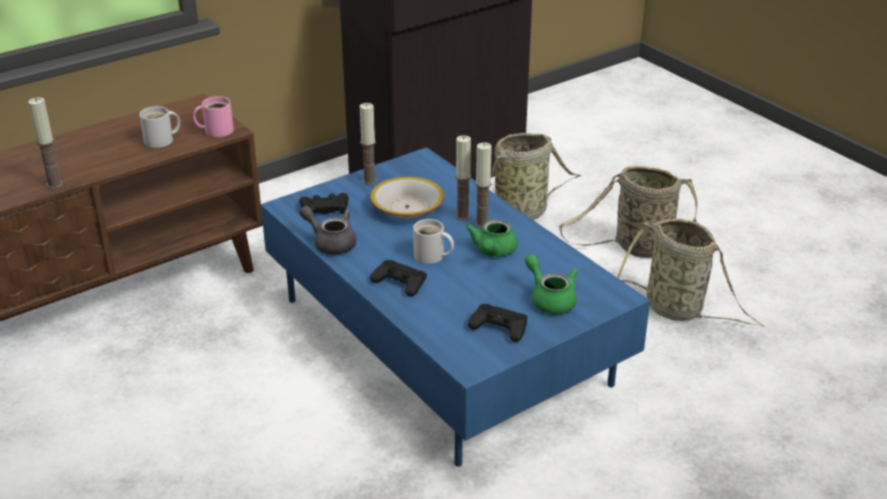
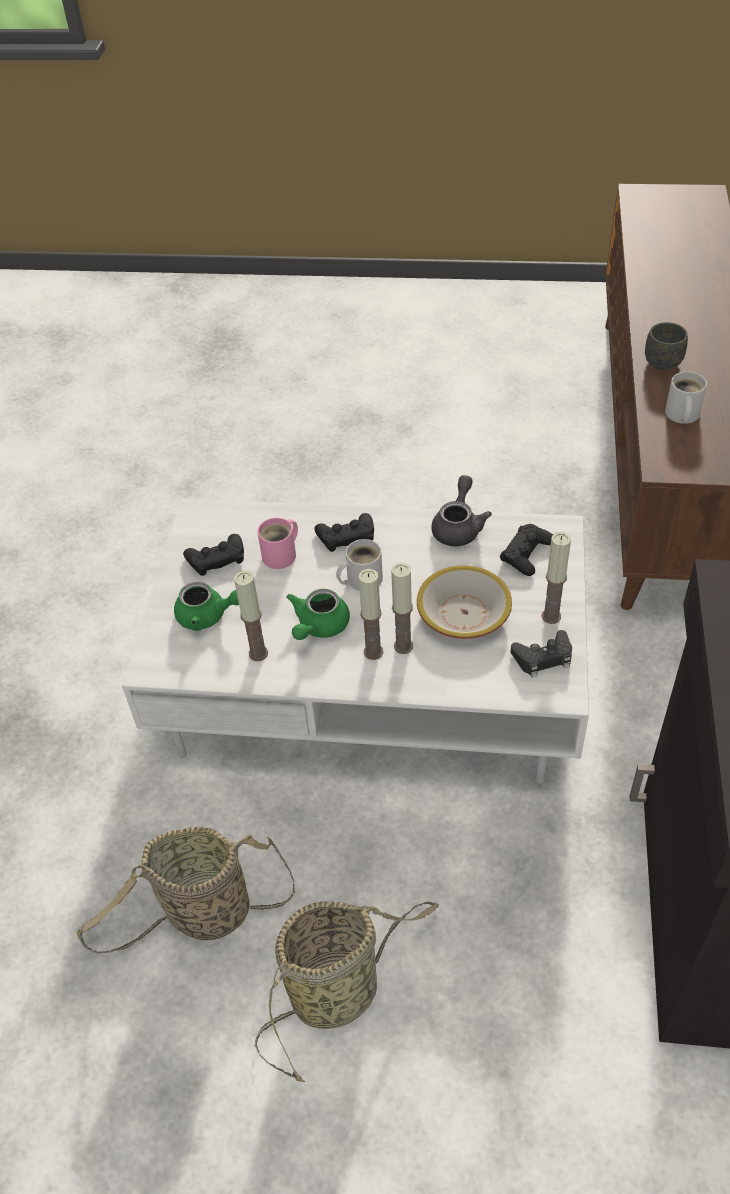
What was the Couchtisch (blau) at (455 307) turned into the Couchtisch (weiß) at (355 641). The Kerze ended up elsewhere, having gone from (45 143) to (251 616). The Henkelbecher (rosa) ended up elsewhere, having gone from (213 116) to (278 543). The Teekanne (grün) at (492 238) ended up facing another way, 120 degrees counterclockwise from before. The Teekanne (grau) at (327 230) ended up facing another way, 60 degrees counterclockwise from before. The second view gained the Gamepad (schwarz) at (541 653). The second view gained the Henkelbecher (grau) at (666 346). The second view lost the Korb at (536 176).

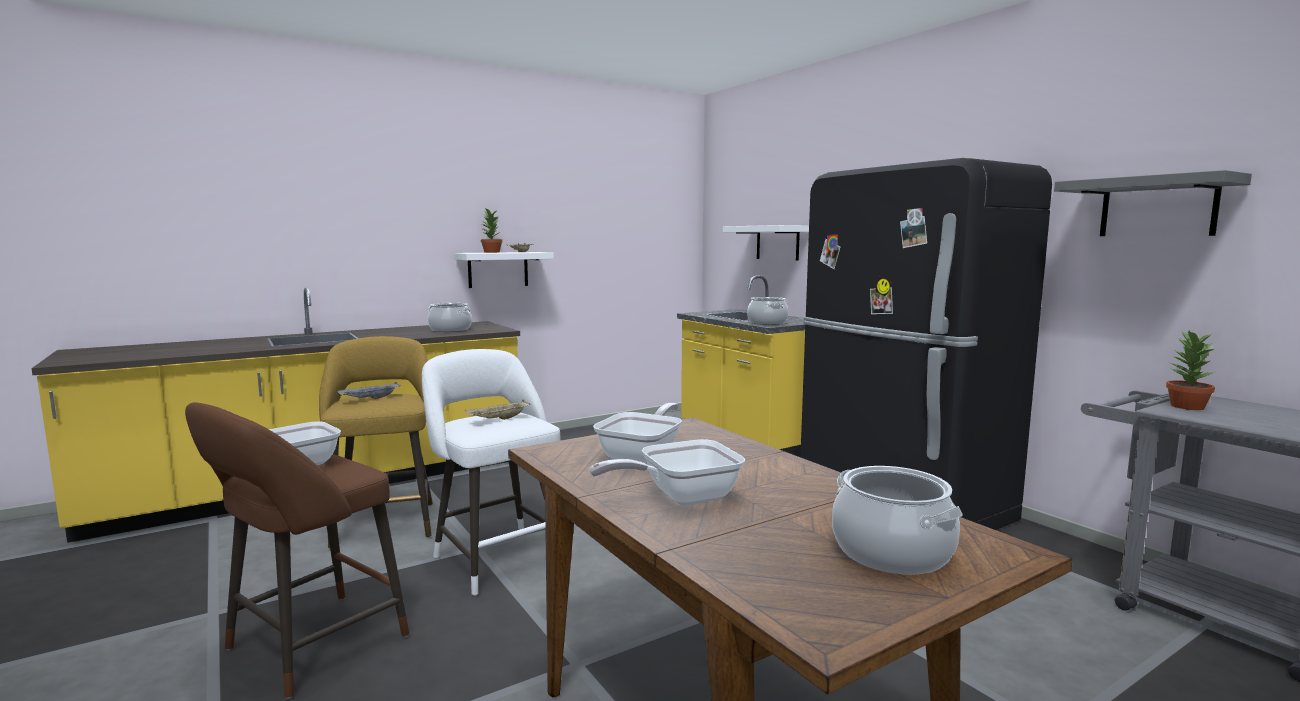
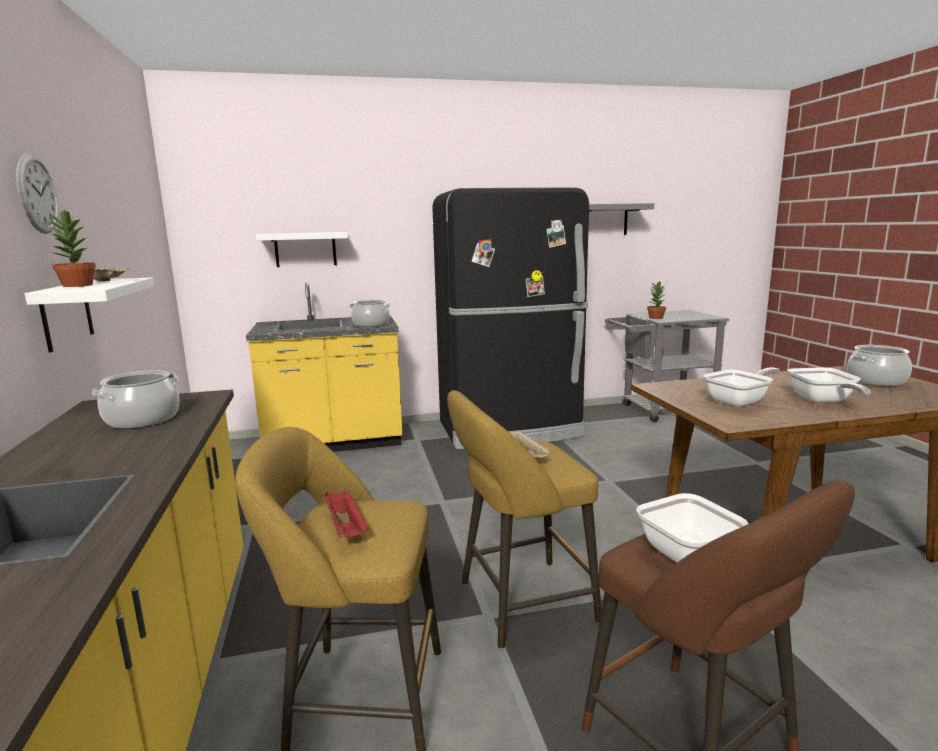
The second view gained the Wanduhr at (37 194). What was the Tablett (grau) at (369 390) turned into the Tablett (rot) at (346 514). What was the Hocker (weiß) at (491 472) turned into the Hocker (gelb) at (524 519). The Pfanne at (637 434) ended up facing another way, 105 degrees clockwise from before.

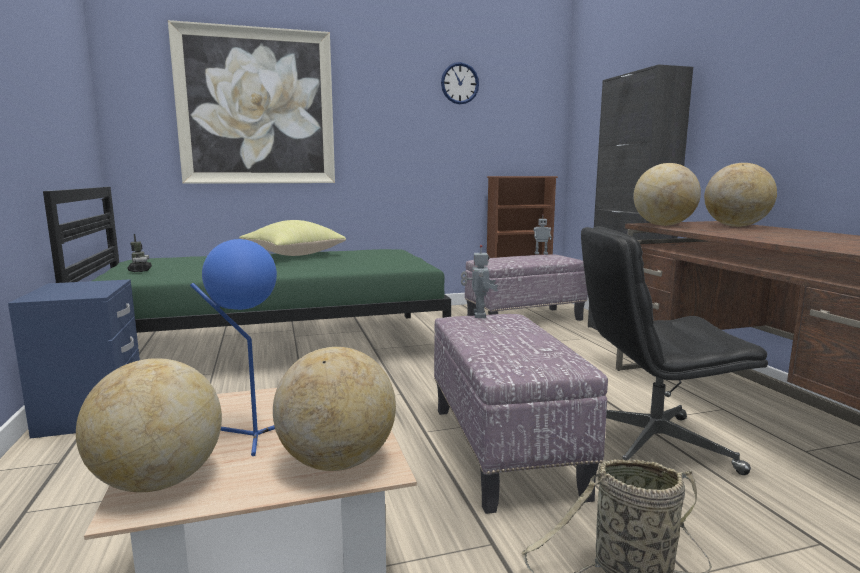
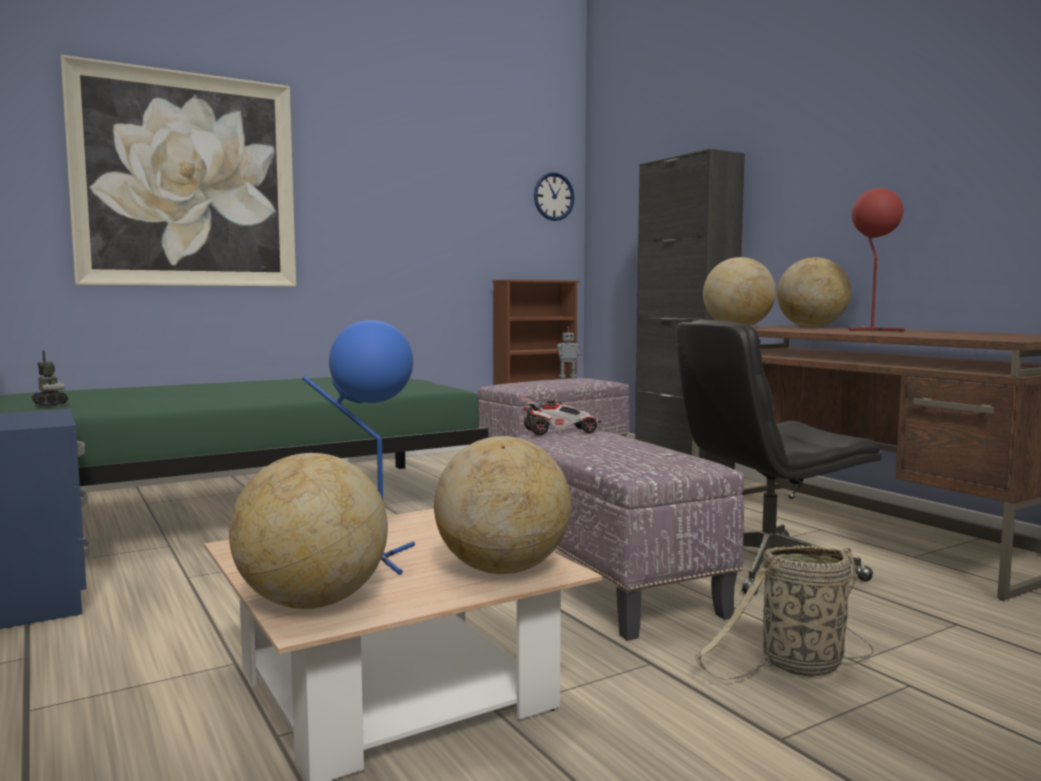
Where the Spielzeugroboter stood at (479 281), the Spielzeugauto came to stand at (560 416). The Wanduhr ended up elsewhere, having gone from (460 83) to (554 196). The second view gained the Tischlampe (rot) at (876 259). The second view lost the Kissen (gelb) at (292 238).

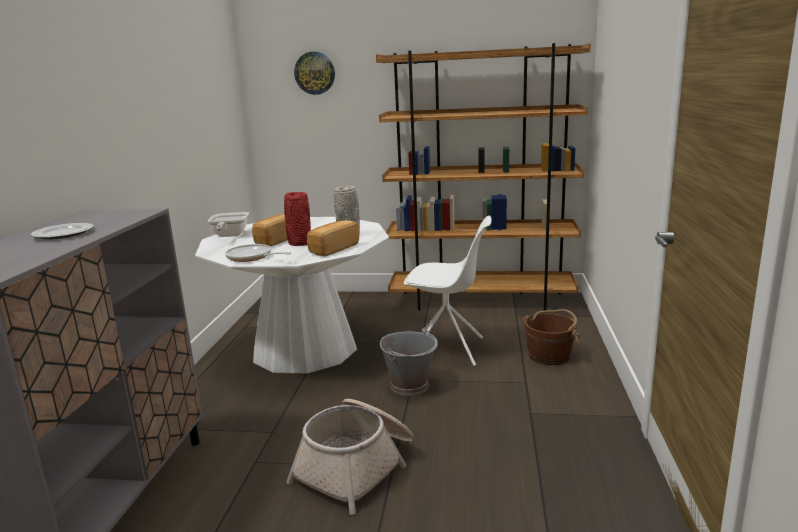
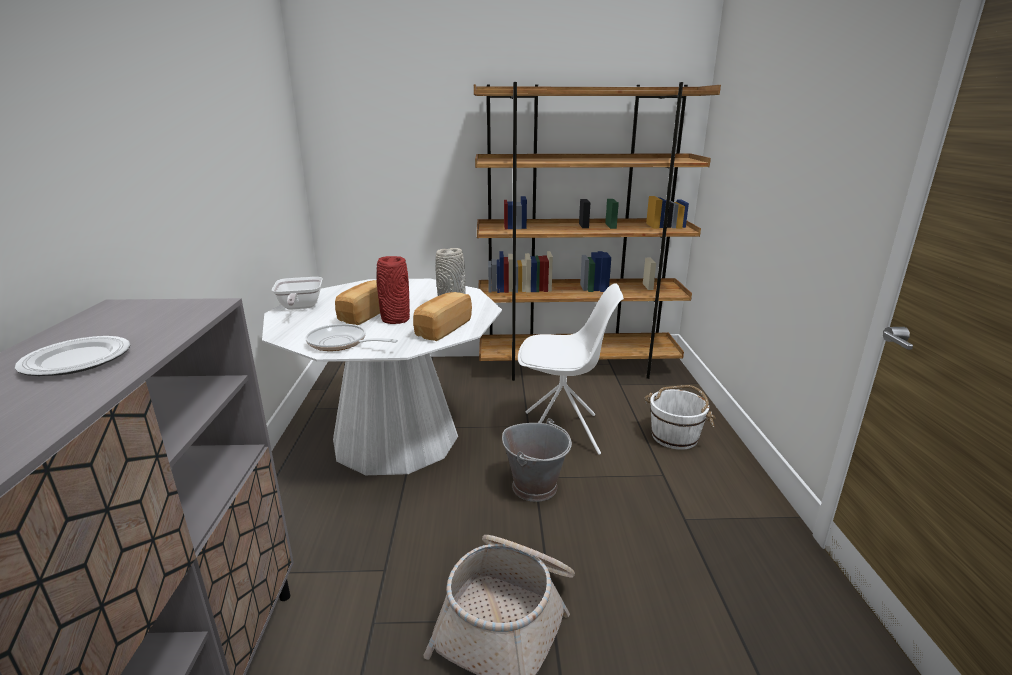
What was the Eimer (braun) at (551 337) turned into the Eimer (weiß) at (680 417). The second view lost the Wanduhr at (314 73).

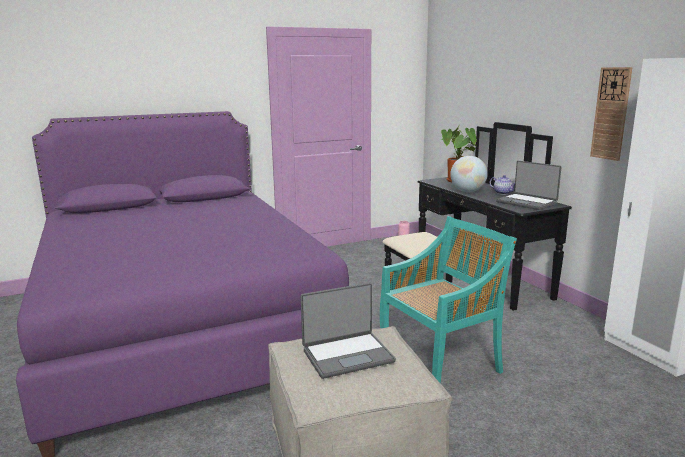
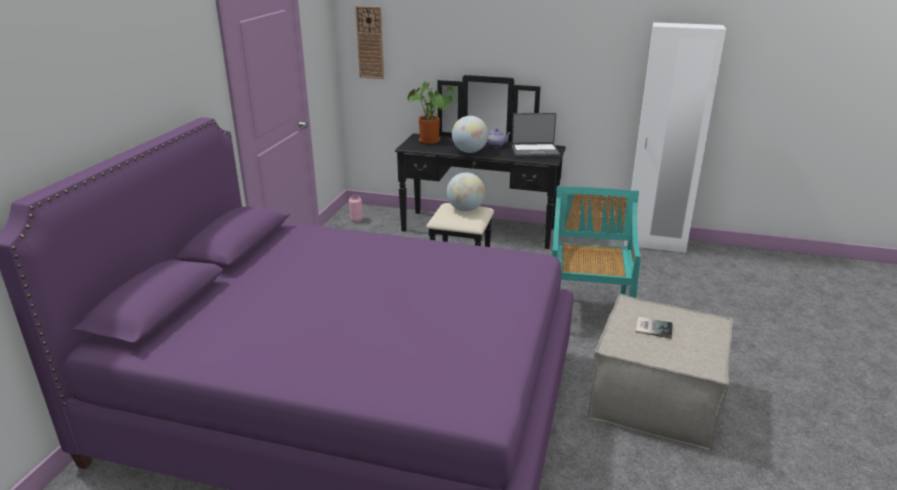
The Wanduhr ended up elsewhere, having gone from (611 114) to (369 42). The second view gained the Globus at (466 191). Where the Laptop stood at (348 331), the Buch came to stand at (654 327).

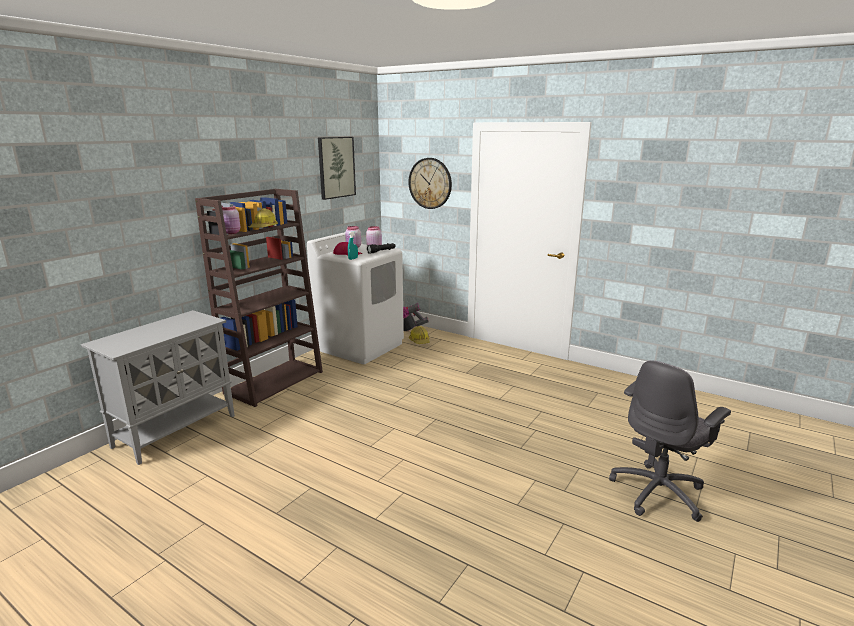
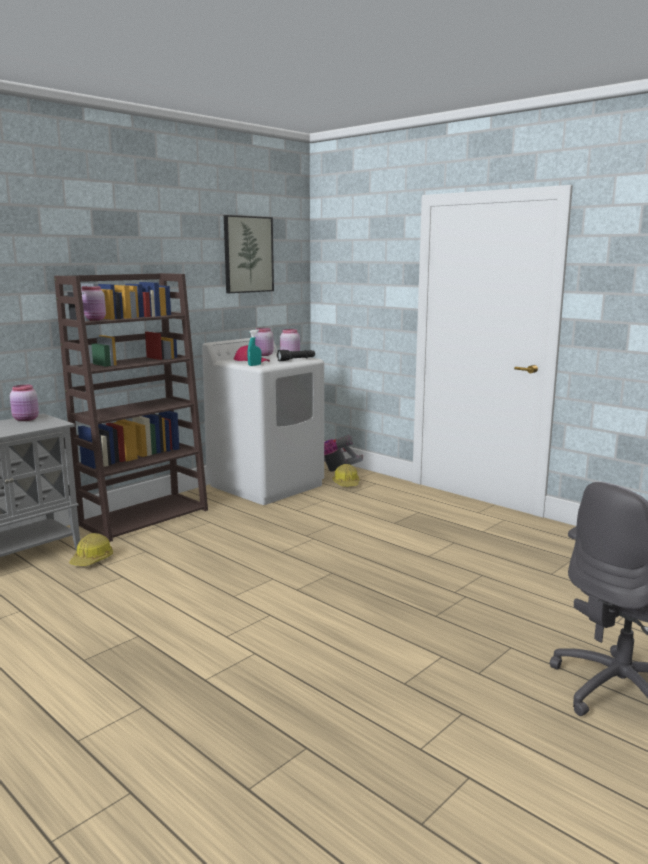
The second view gained the Vorratsglas (rosa) at (24 402). The Schutzhelm ended up elsewhere, having gone from (263 218) to (91 549). The second view lost the Wanduhr at (430 183).

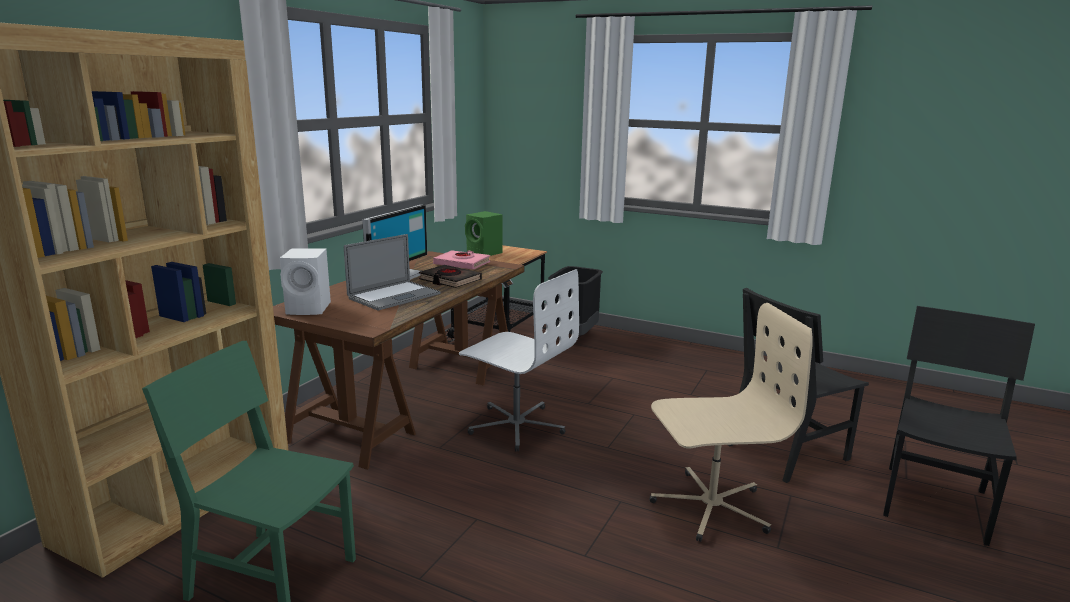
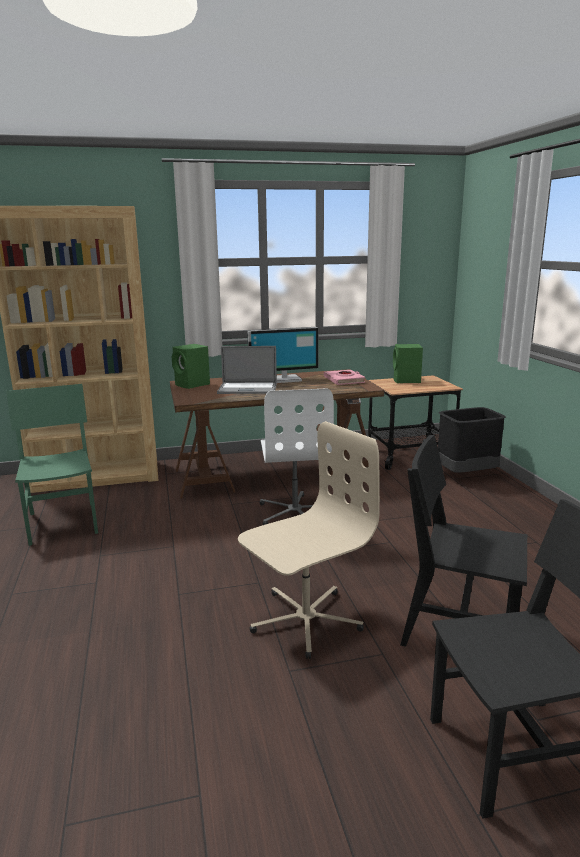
What was the Lautsprecher (weiß) at (305 281) turned into the Lautsprecher (grün) at (191 366). The Bürostuhl (beige) at (731 422) ended up facing another way, 75 degrees counterclockwise from before. The second view lost the Buch (schwarz) at (450 276).

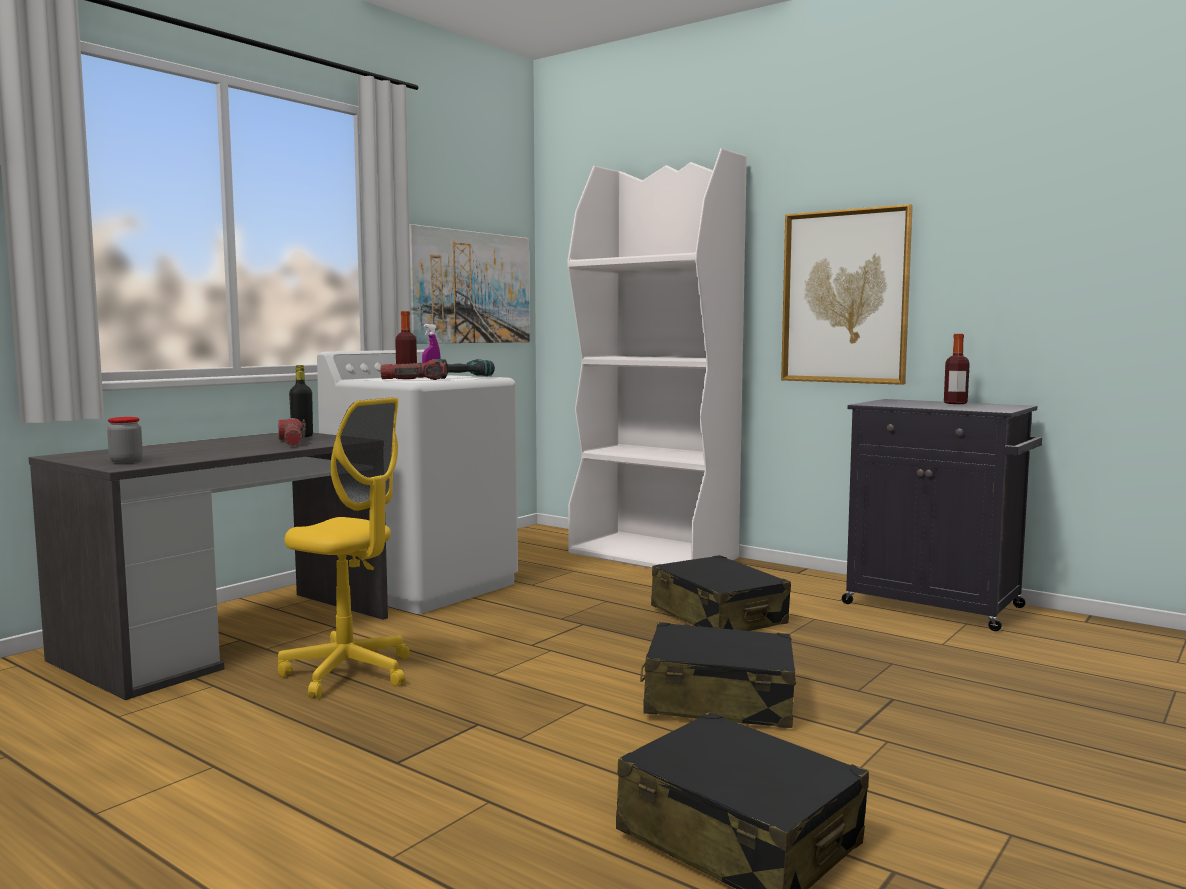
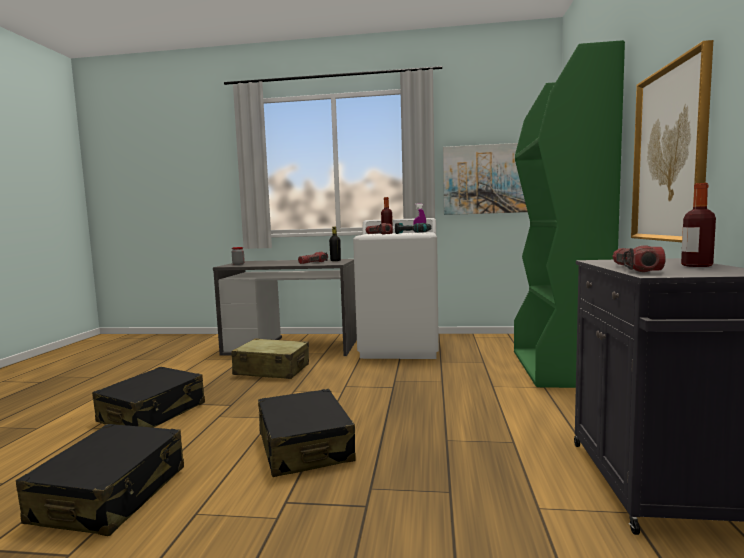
The Koffer (schwarz) ended up elsewhere, having gone from (721 593) to (148 397). Where the Bürostuhl (gelb) stood at (344 547), the Koffer (beige) came to stand at (270 358). What was the Bücherregal (weiß) at (657 358) turned into the Bücherregal (grün) at (569 214). The second view gained the Taschenlampe at (639 258).

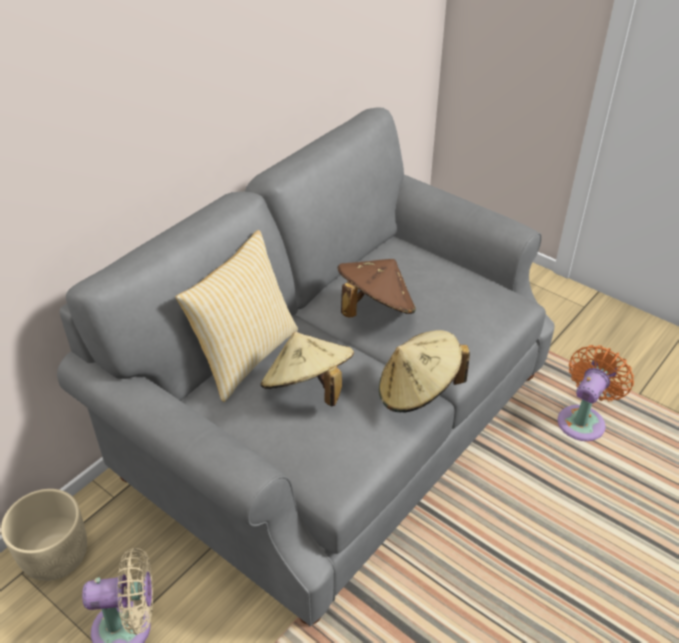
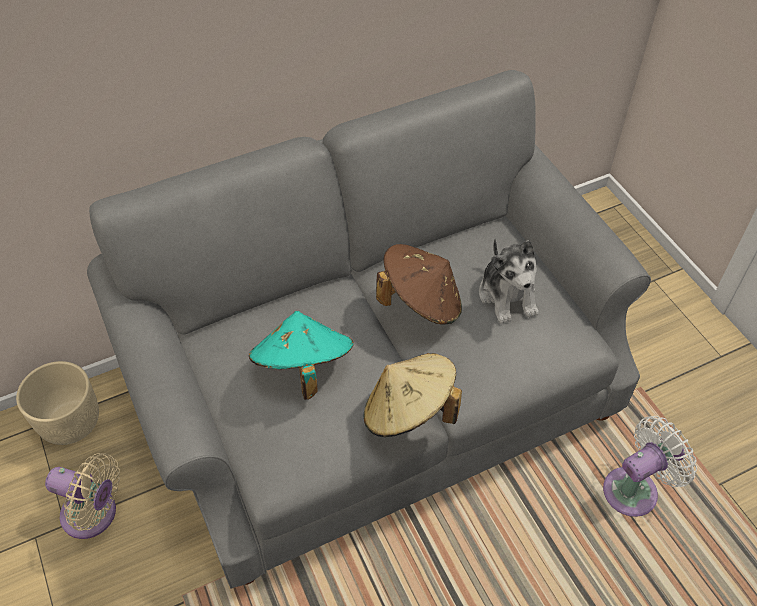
What was the Hut (beige) at (307 369) turned into the Hut (türkis) at (301 355). The second view gained the Plüschtier at (509 281). What was the Ventilator (orange) at (596 393) turned into the Ventilator (weiß) at (650 466). The second view lost the Kissen at (237 316).

